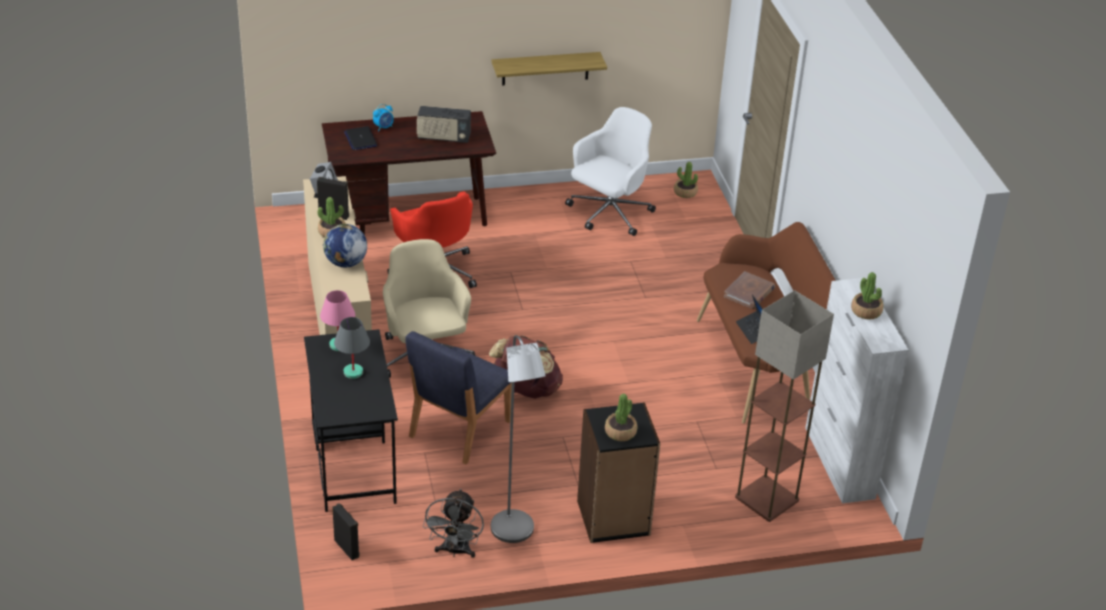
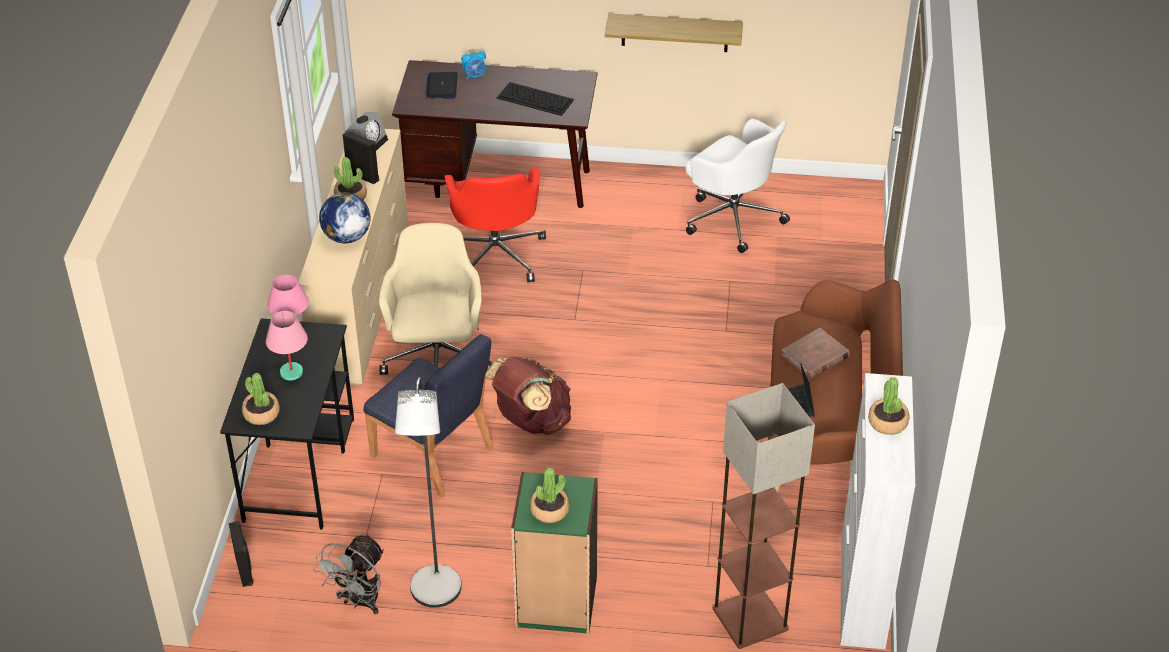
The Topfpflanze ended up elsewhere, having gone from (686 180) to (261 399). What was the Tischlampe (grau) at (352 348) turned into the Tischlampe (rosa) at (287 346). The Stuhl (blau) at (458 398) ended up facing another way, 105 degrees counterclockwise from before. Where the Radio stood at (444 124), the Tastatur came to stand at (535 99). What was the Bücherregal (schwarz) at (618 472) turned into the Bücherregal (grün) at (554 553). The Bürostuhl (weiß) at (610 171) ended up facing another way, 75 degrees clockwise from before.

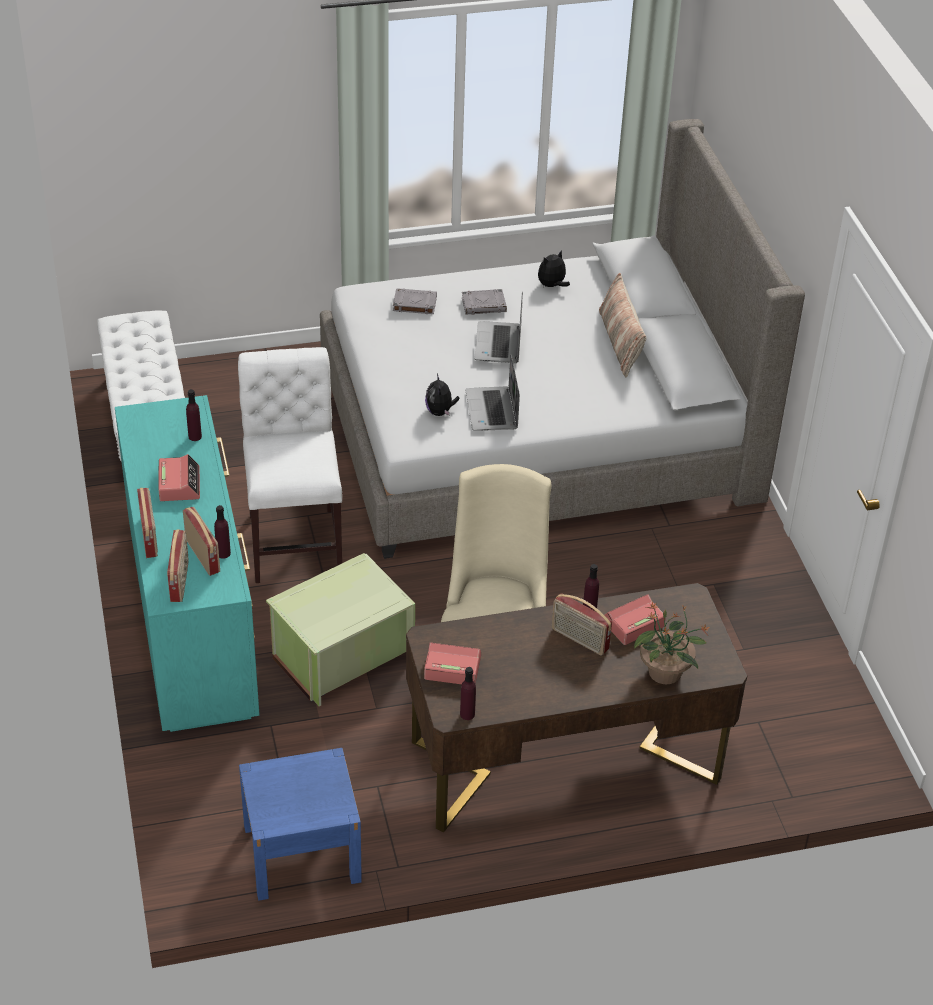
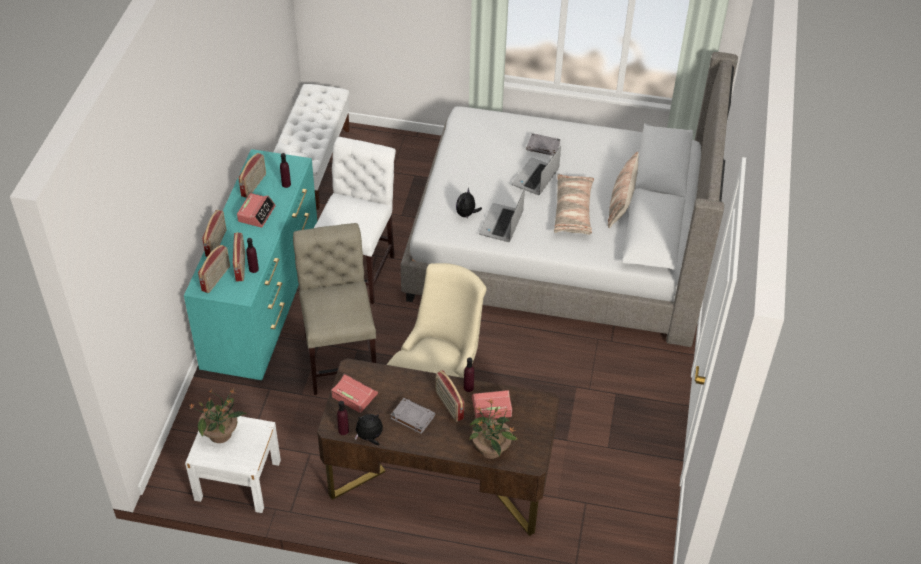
What was the Nachttisch (blau) at (300 824) turned into the Nachttisch (weiß) at (233 464). The second view gained the Topfpflanze at (217 415). The second view gained the Radio at (252 175). Where the Aufbewahrungsbox (grün) stood at (340 630), the Stuhl (beige) came to stand at (334 309). The Plüschtier ended up elsewhere, having gone from (554 268) to (369 429). The Buch (grau) ended up elsewhere, having gone from (415 301) to (413 416). The second view gained the Kissen at (574 204).

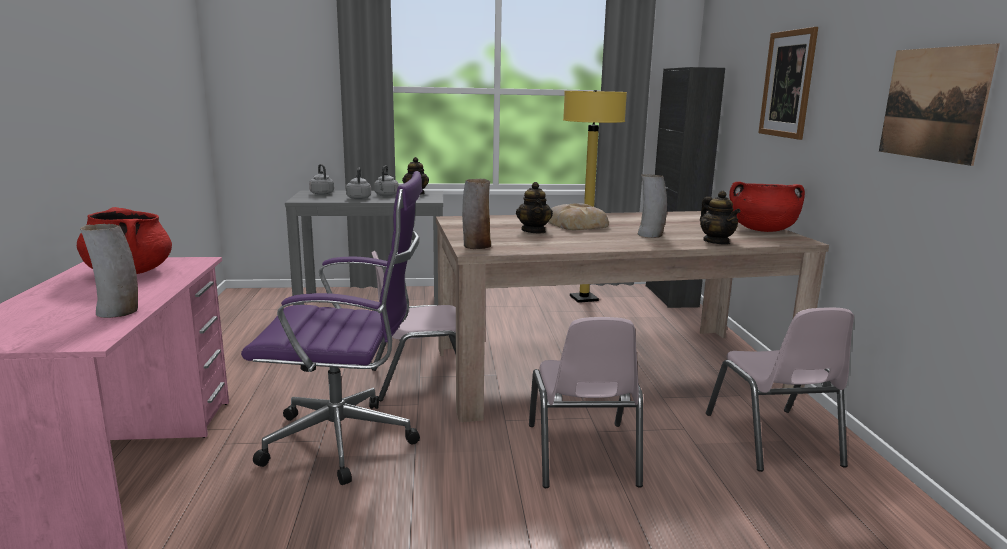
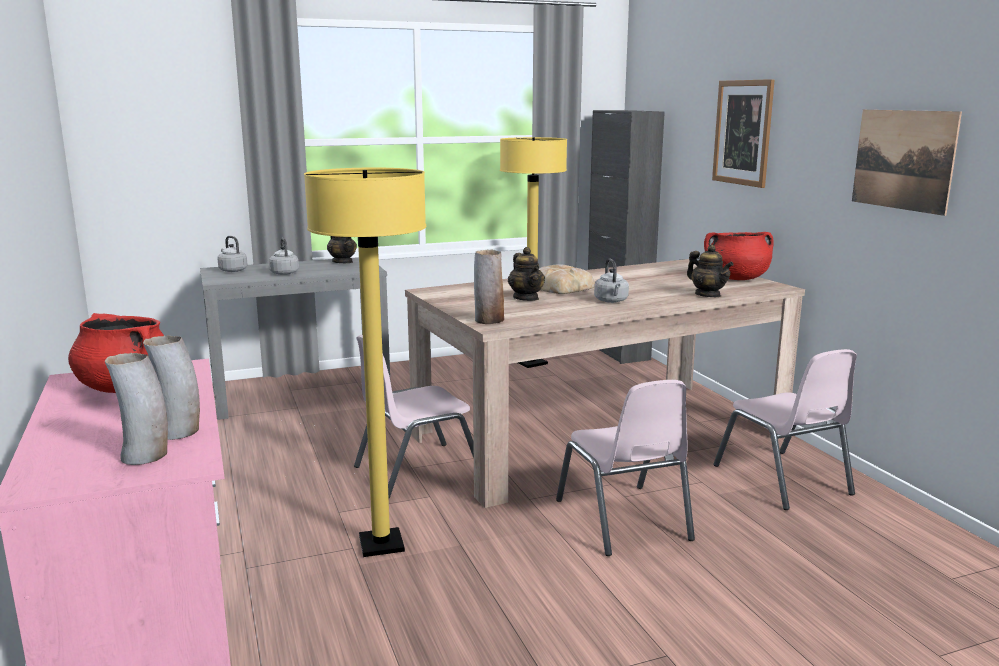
The Vase ended up elsewhere, having gone from (652 206) to (136 409). Where the Bürostuhl (lila) stood at (331 328), the Stehlampe (gelb) came to stand at (365 362). The Wasserkessel (grau) ended up elsewhere, having gone from (386 180) to (611 280).

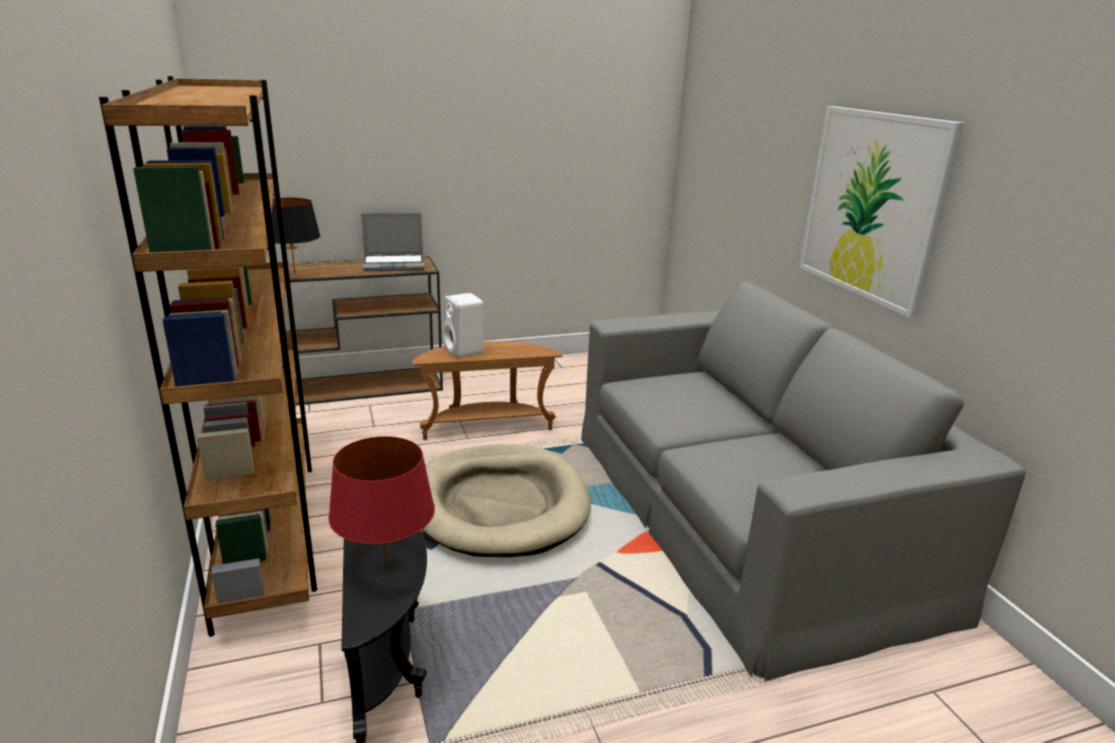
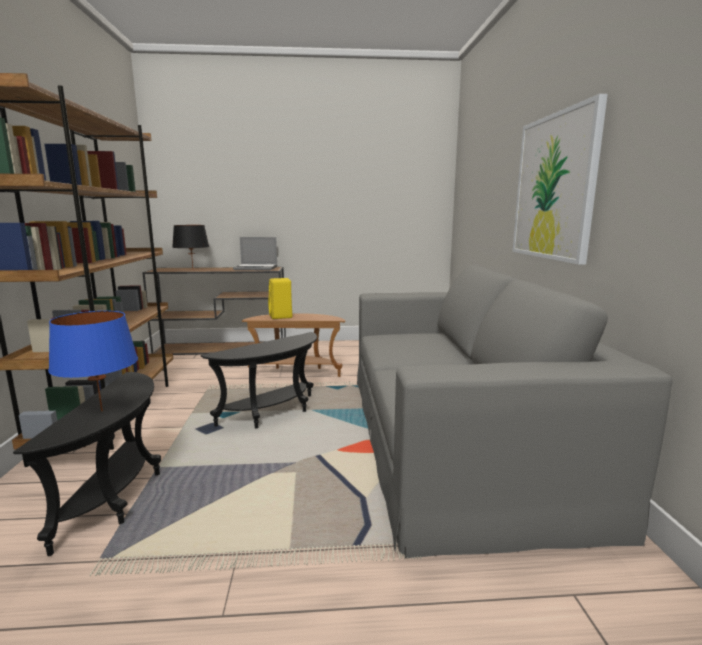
What was the Tischlampe (rot) at (381 502) turned into the Tischlampe (blau) at (93 361). Where the Hundebett (beige) stood at (506 500), the Beistelltisch (schwarz) came to stand at (259 380). What was the Lautsprecher (weiß) at (463 325) turned into the Lautsprecher (gelb) at (280 298).

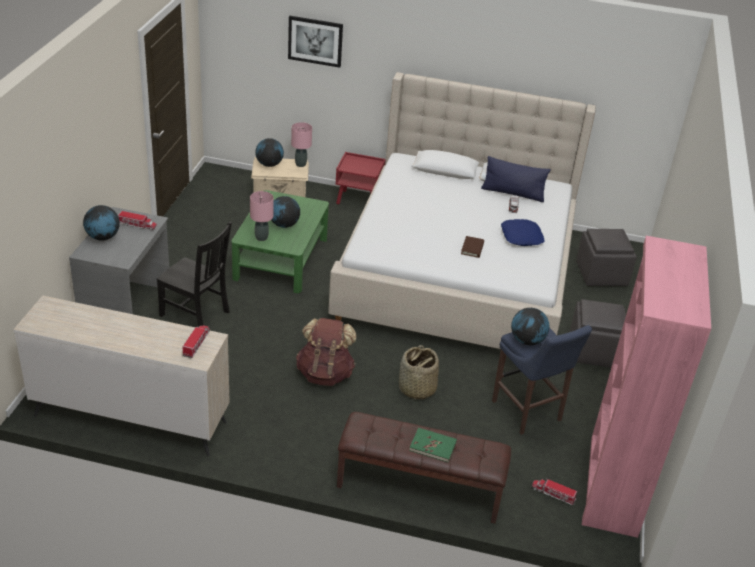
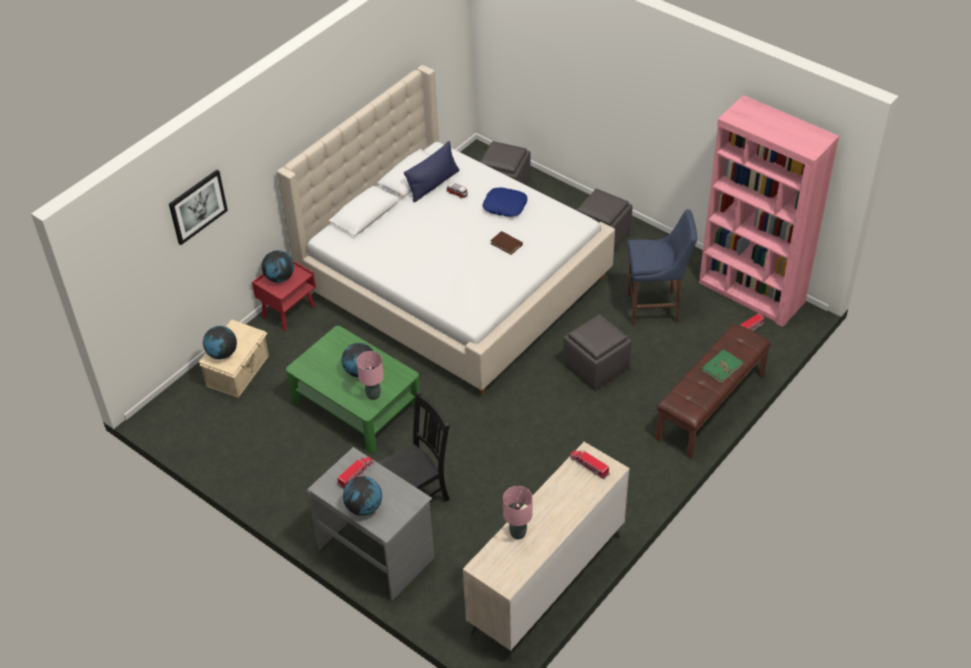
The Globus ended up elsewhere, having gone from (530 326) to (278 266). The Tischlampe (rosa) ended up elsewhere, having gone from (301 144) to (518 512). Where the Korb stood at (419 372), the Polsterhocker (grau) came to stand at (597 352). The second view lost the Rucksack (braun) at (326 352).

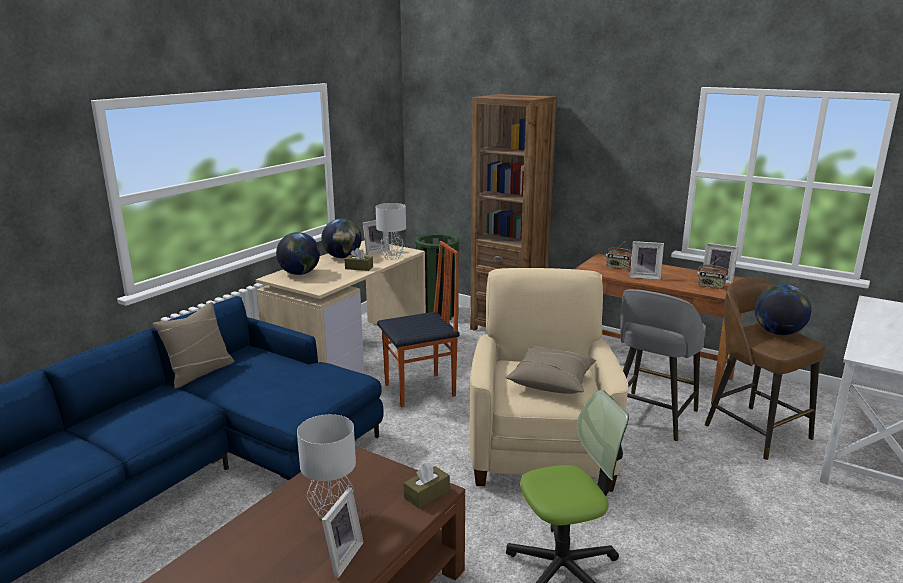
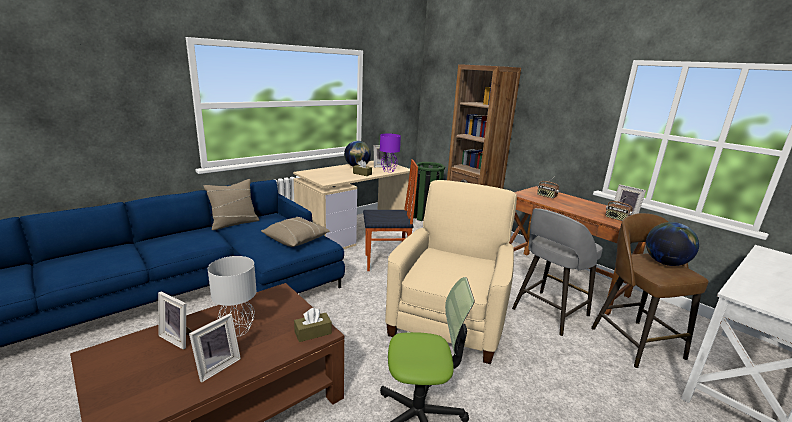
The Bilderrahmen ended up elsewhere, having gone from (647 260) to (175 321). The Kissen (beige) ended up elsewhere, having gone from (550 370) to (295 232). What was the Tischlampe (grau) at (391 231) turned into the Tischlampe (lila) at (390 152). The second view lost the Globus at (298 253).

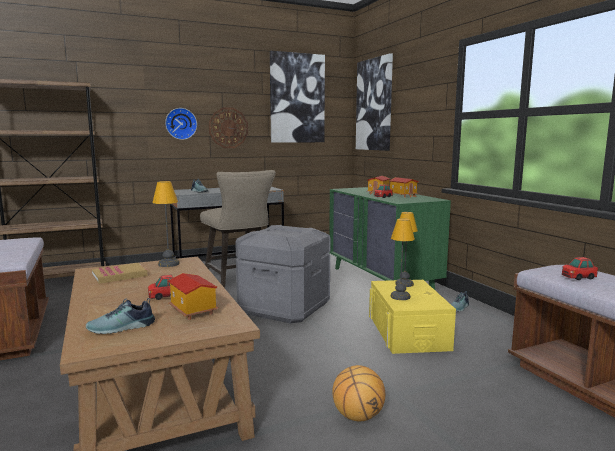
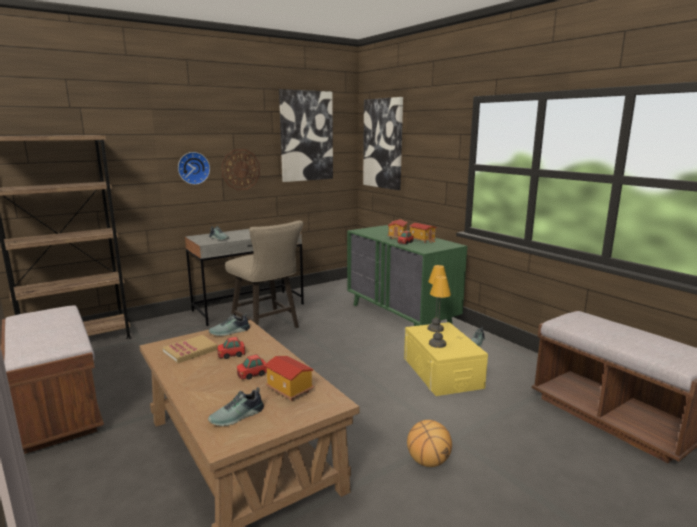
Where the Tischlampe stood at (166 224), the Schuh came to stand at (229 324). The Spielzeugauto ended up elsewhere, having gone from (580 268) to (231 348). The second view lost the Aufbewahrungsbox (grau) at (283 274).

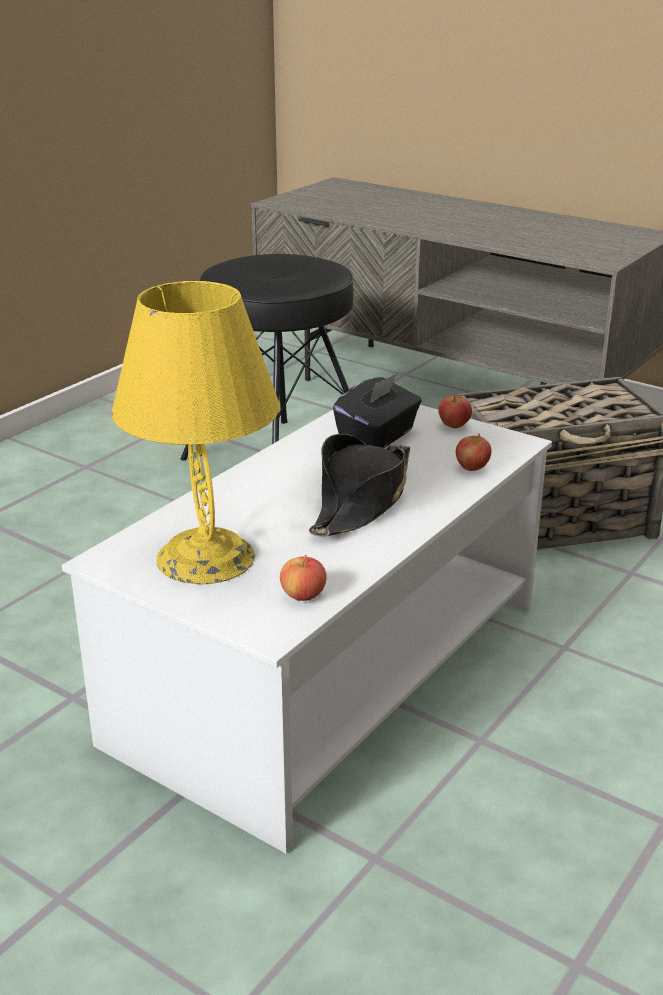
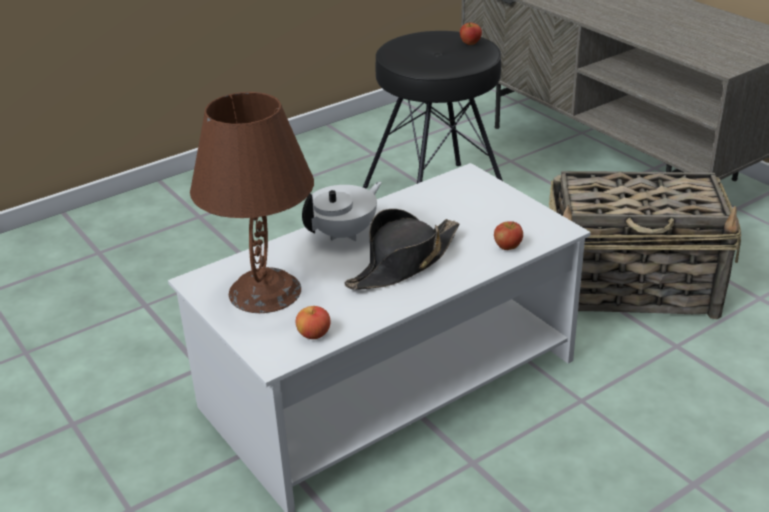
What was the Tischlampe (gelb) at (196 432) turned into the Tischlampe (braun) at (252 202). The second view gained the Teekanne (weiß) at (342 211). The Apfel ended up elsewhere, having gone from (455 411) to (471 33). The second view lost the Taschentuchbox (schwarz) at (377 410).

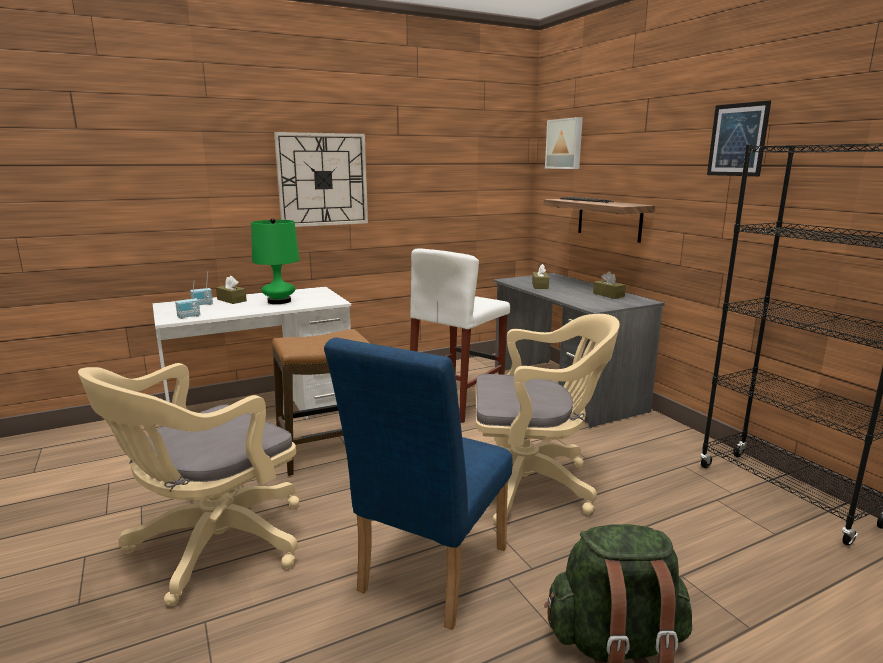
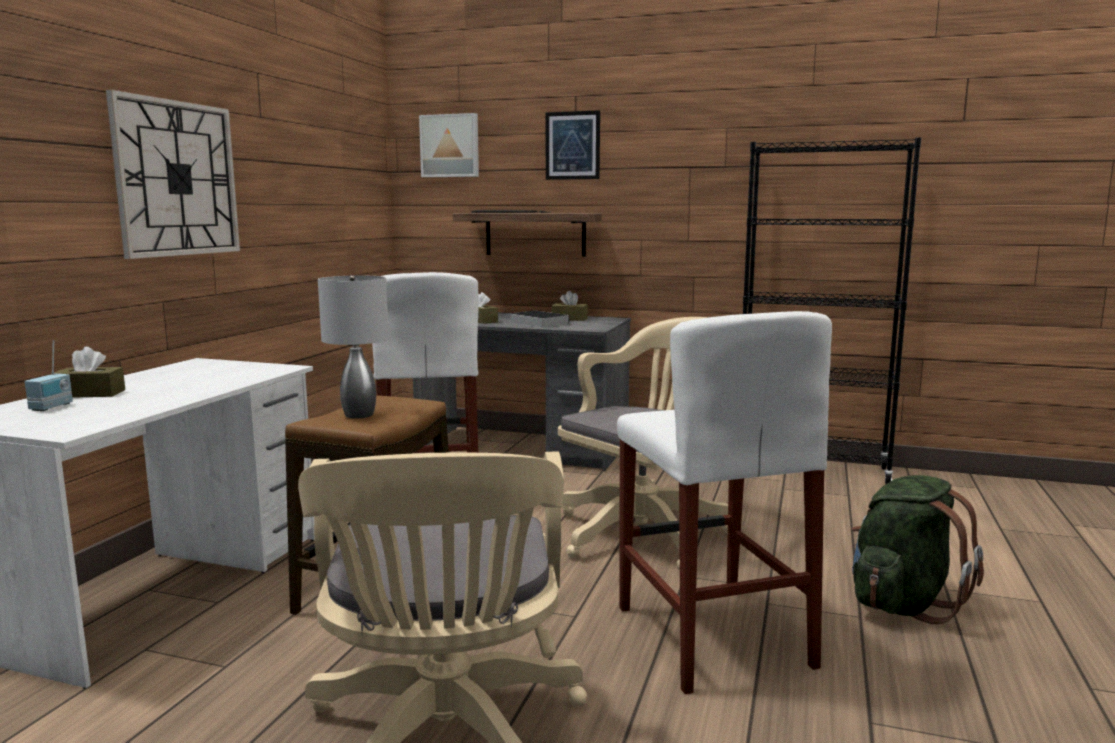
The second view gained the Tischlampe (grau) at (353 346). The second view gained the Buch at (539 319). The Bild ended up elsewhere, having gone from (739 138) to (572 145). Where the Stuhl (blau) stood at (418 483), the Hocker (weiß) came to stand at (724 502). The second view lost the Radio at (187 299). The second view lost the Tischlampe (grün) at (275 261).

